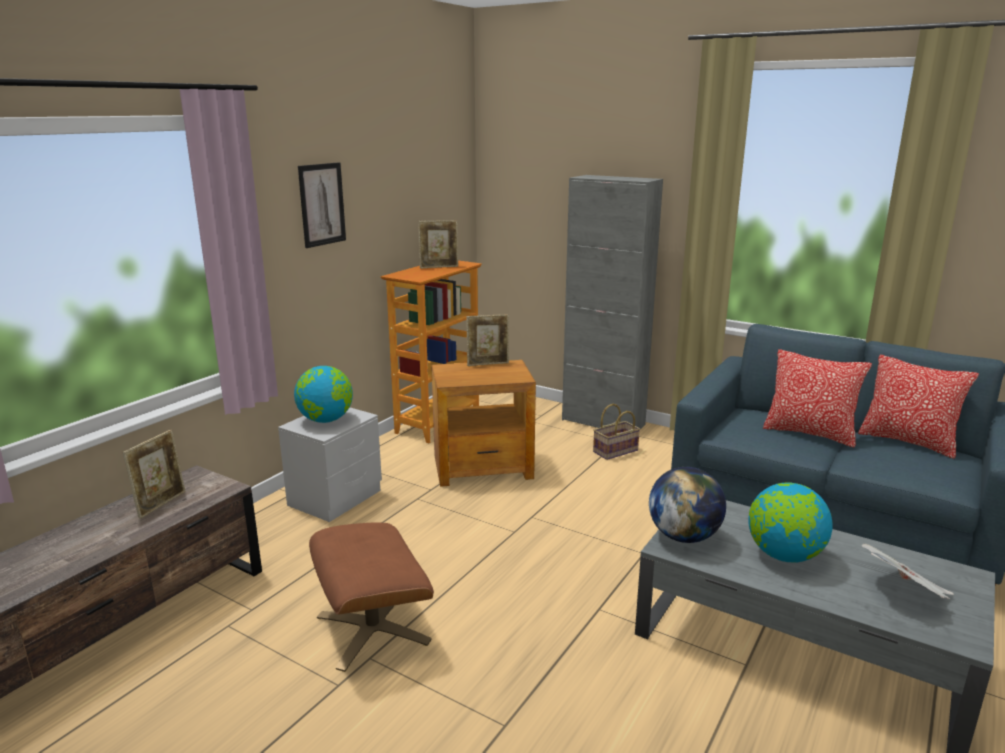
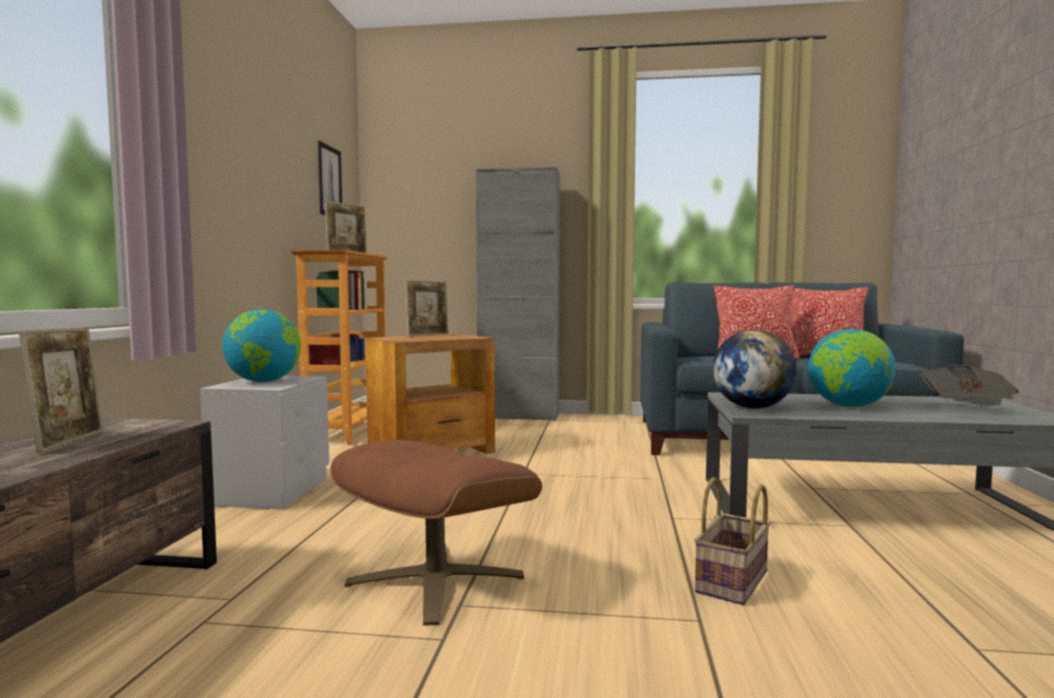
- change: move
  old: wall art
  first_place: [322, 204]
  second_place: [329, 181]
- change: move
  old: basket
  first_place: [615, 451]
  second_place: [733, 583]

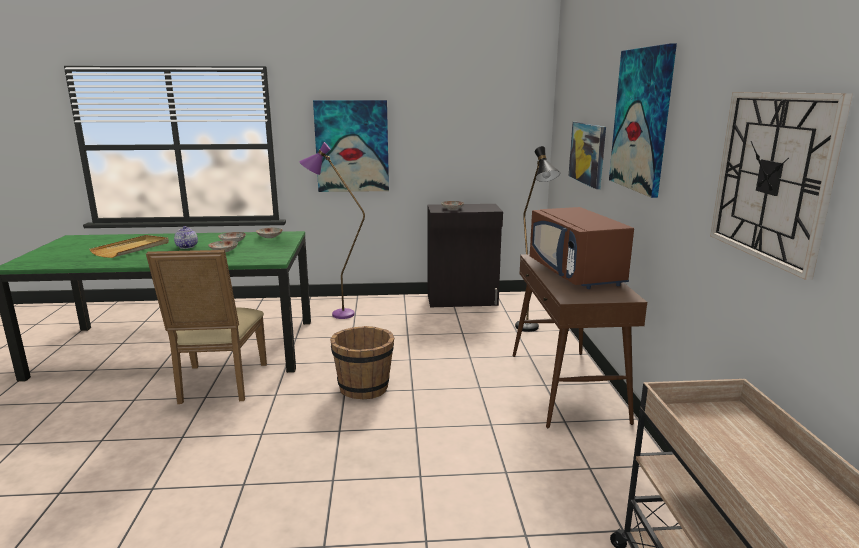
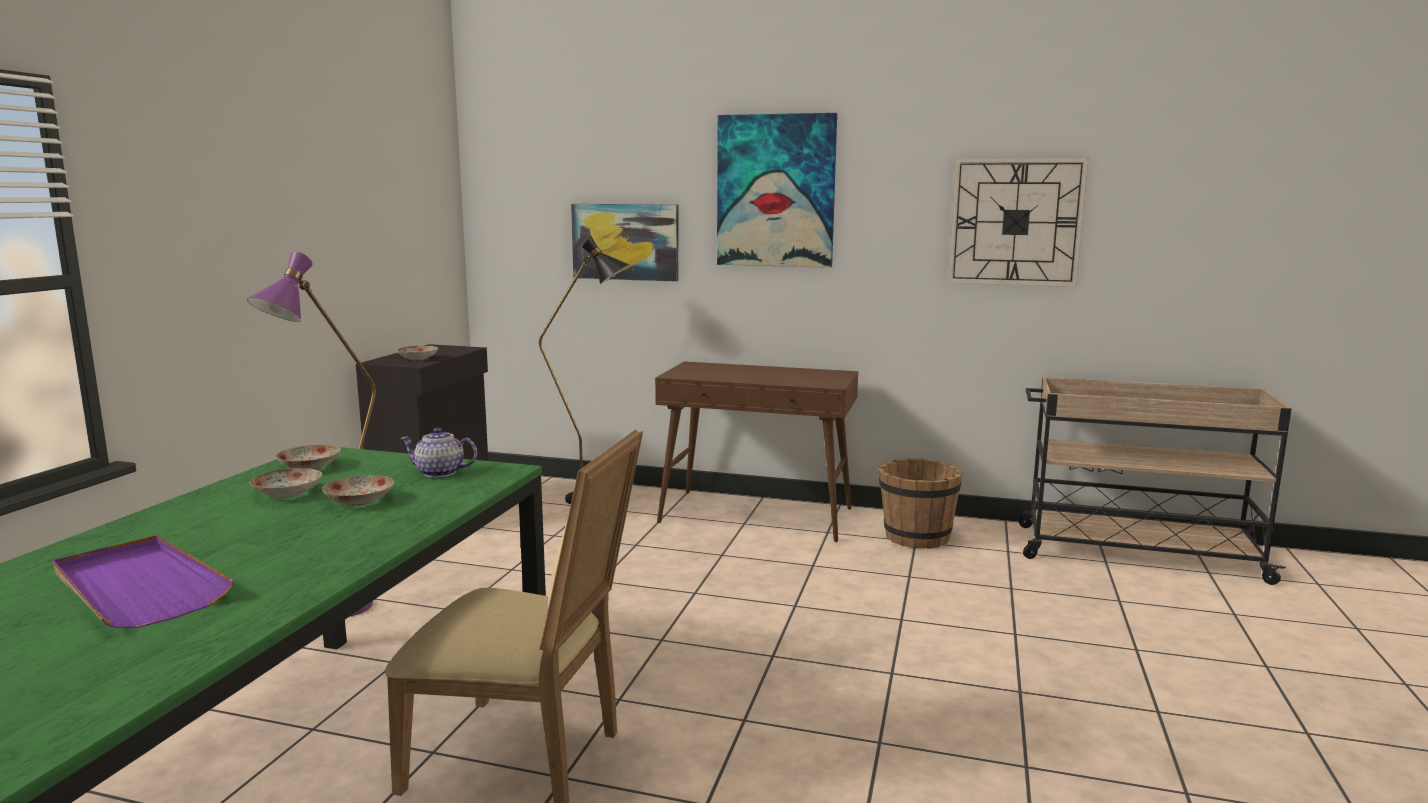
- change: recolor
  old: beige-coloured tray
  new: purple-coloured tray
  first_place: [132, 248]
  second_place: [139, 587]
- change: move
  old: pot for tea
  first_place: [186, 246]
  second_place: [440, 473]
- change: move
  old: brown bucket
  first_place: [364, 387]
  second_place: [916, 537]
- change: delete
  old: wall art
  first_place: [352, 146]
- change: delete
  old: brown kitchen microwave
  first_place: [576, 273]

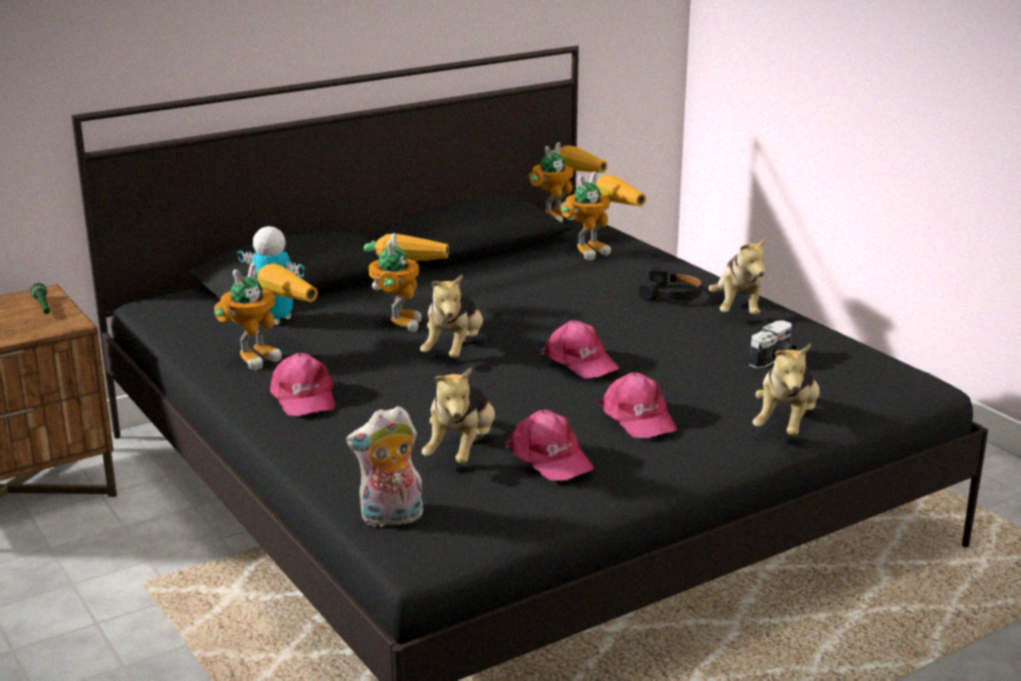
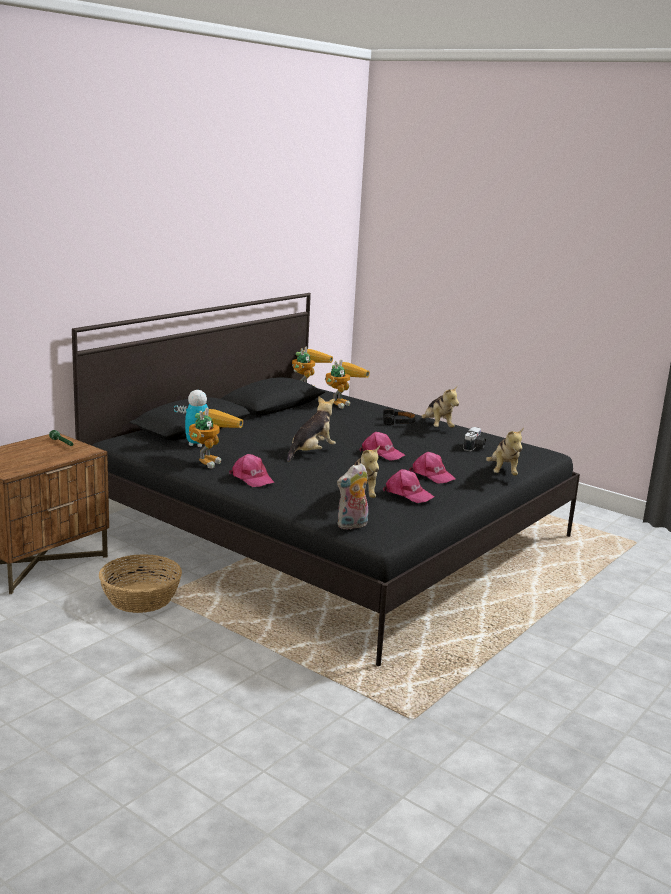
- change: insert
  new: basket
  second_place: [141, 598]
- change: rotate
  old: cuddly toy
  first_place: [454, 350]
  second_place: [311, 453]
  degrees: -135
- change: delete
  old: robot figure
  first_place: [401, 318]

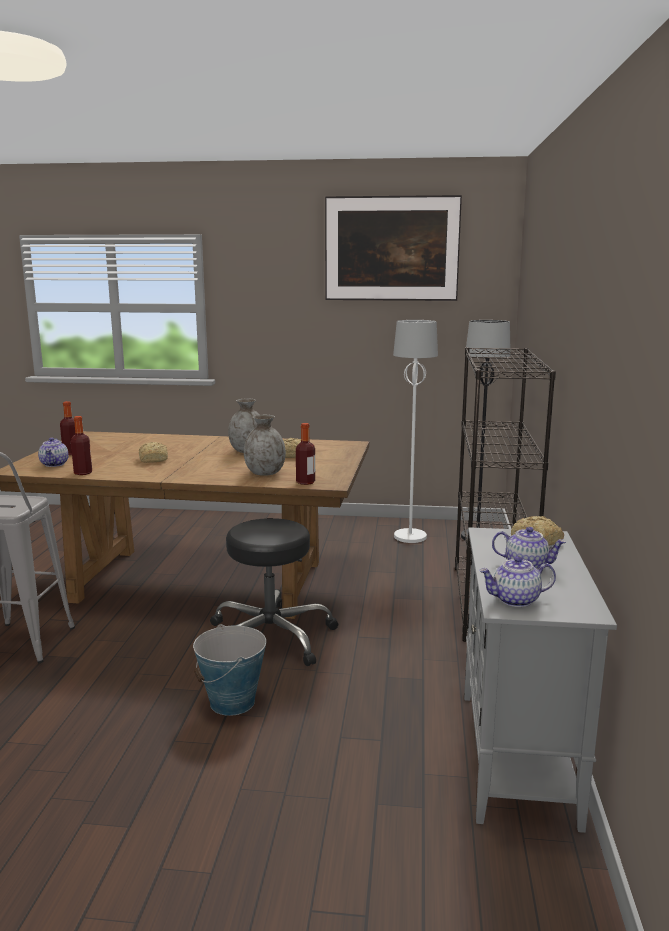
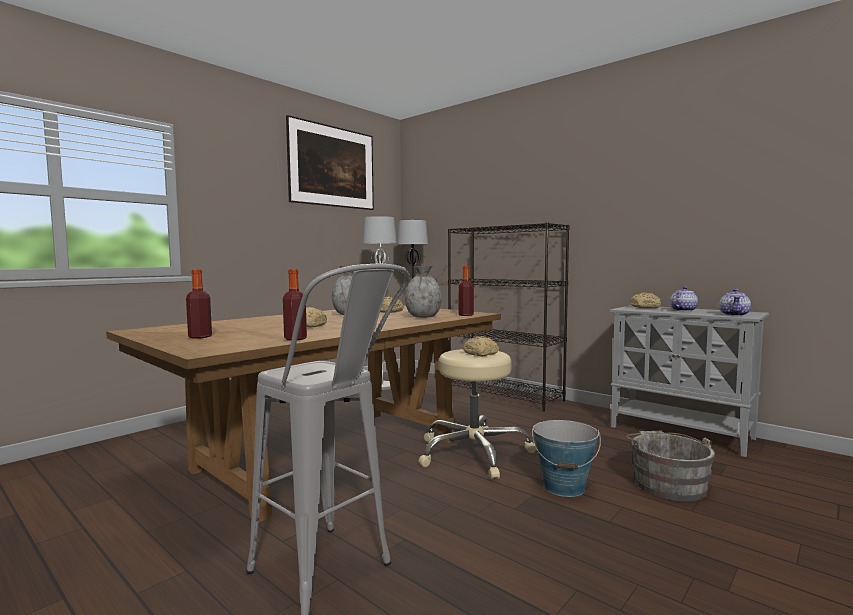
- change: recolor
  old: black-coloured sitting stool
  new: beige-coloured sitting stool
  first_place: [271, 637]
  second_place: [473, 453]
- change: insert
  new: baked bread
  second_place: [481, 354]
- change: insert
  new: grey bucket
  second_place: [667, 483]
- change: delete
  old: pot for tea
  first_place: [55, 464]

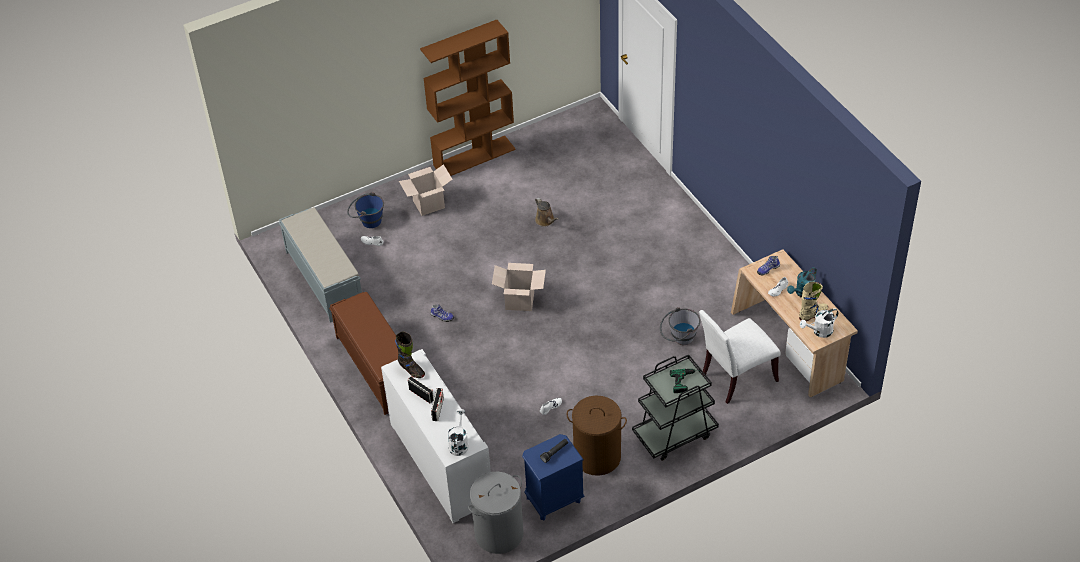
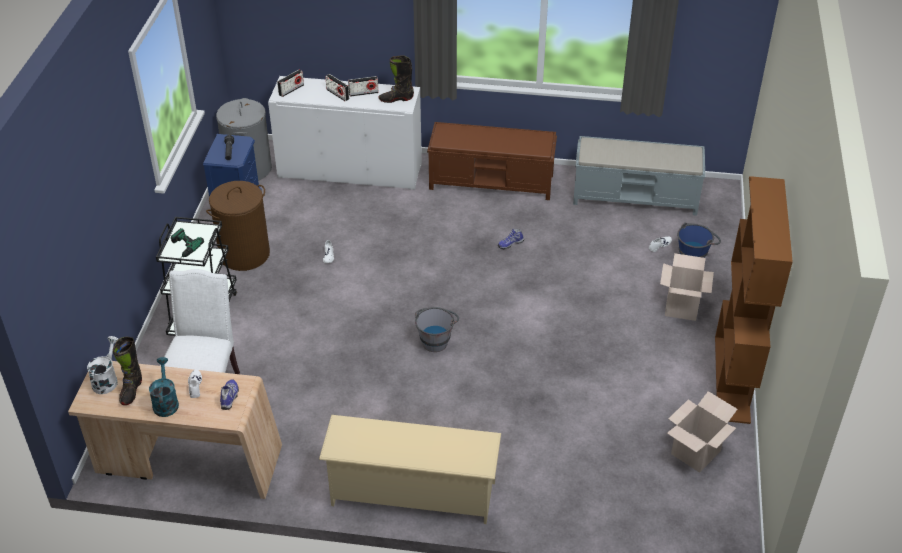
- change: recolor
  old: beige-coloured high-top boot
  new: black-coloured high-top boot
  first_place: [813, 314]
  second_place: [131, 390]
- change: replace
  old: whitish watering pot
  new: radio
  first_place: [459, 443]
  second_place: [291, 90]
- change: insert
  new: beige-coloured shoe stand
  second_place: [412, 494]
- change: move
  old: grey bucket
  first_place: [679, 339]
  second_place: [436, 339]
- change: move
  old: carton
  first_place: [520, 301]
  second_place: [695, 452]
- change: delete
  old: brown watering pot
  first_place: [546, 221]

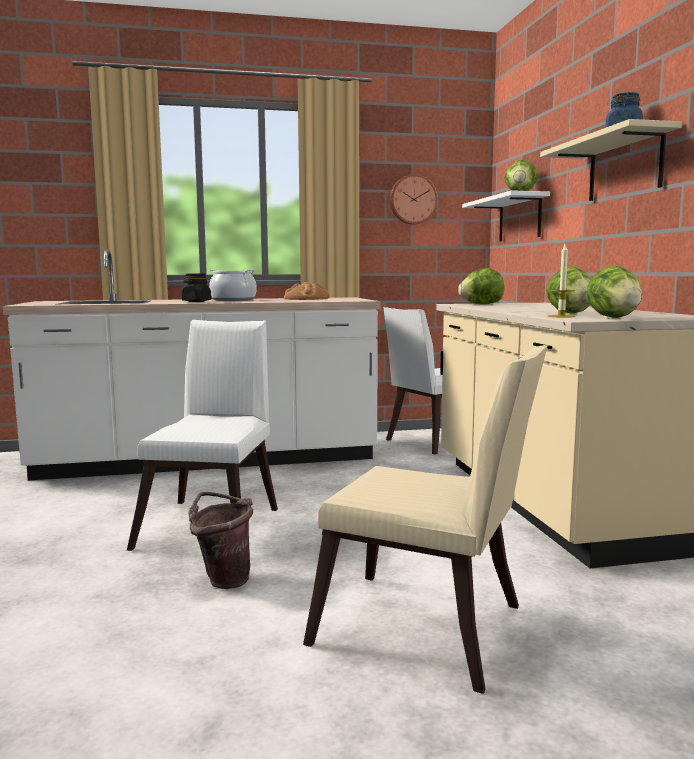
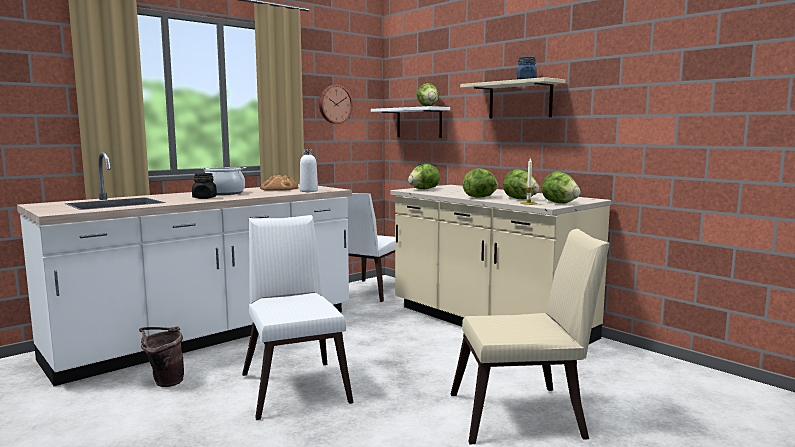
- change: move
  old: brown bucket
  first_place: [223, 579]
  second_place: [164, 382]
- change: insert
  new: whitish drink bottle
  second_place: [309, 191]
- change: insert
  new: head of lettuce
  second_place: [480, 197]

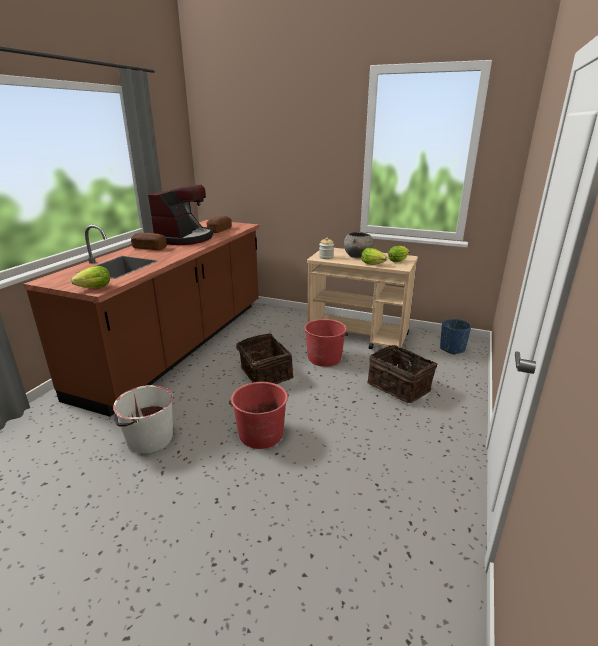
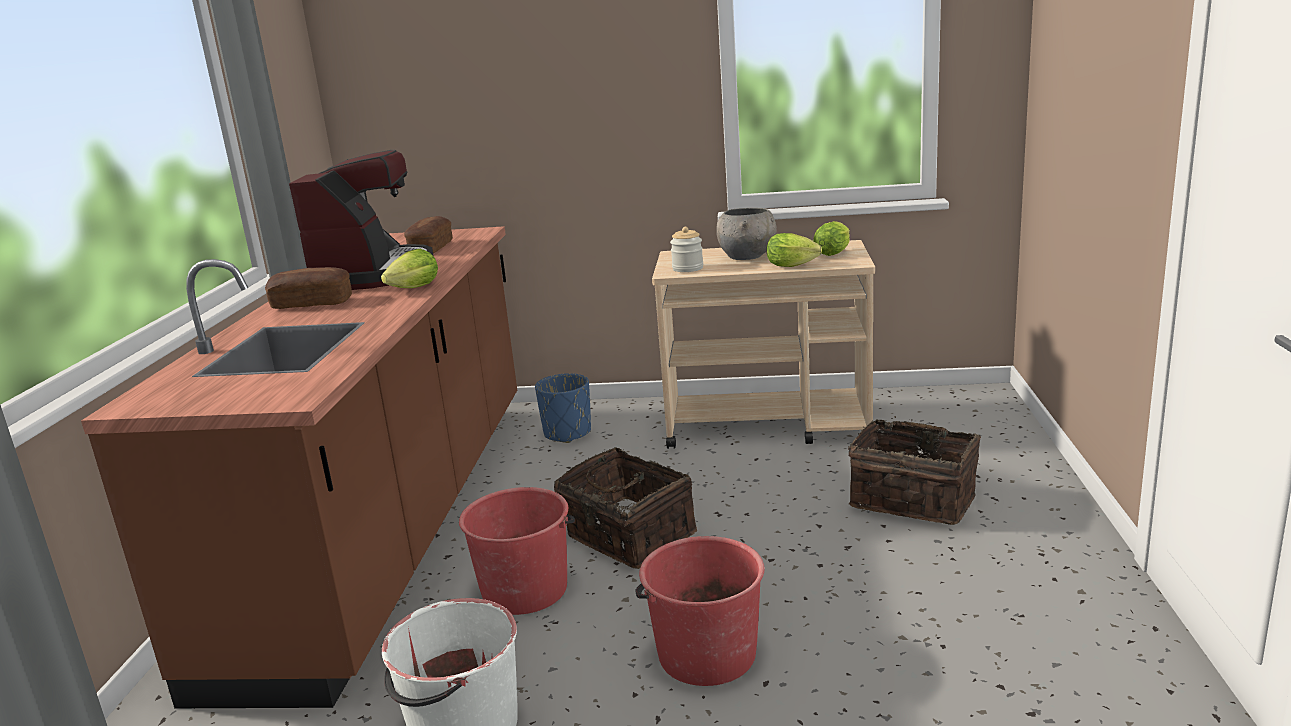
- change: move
  old: head of lettuce
  first_place: [92, 288]
  second_place: [411, 289]
- change: move
  old: red bucket
  first_place: [324, 358]
  second_place: [525, 590]
- change: move
  old: blue plant pot
  first_place: [452, 349]
  second_place: [567, 433]

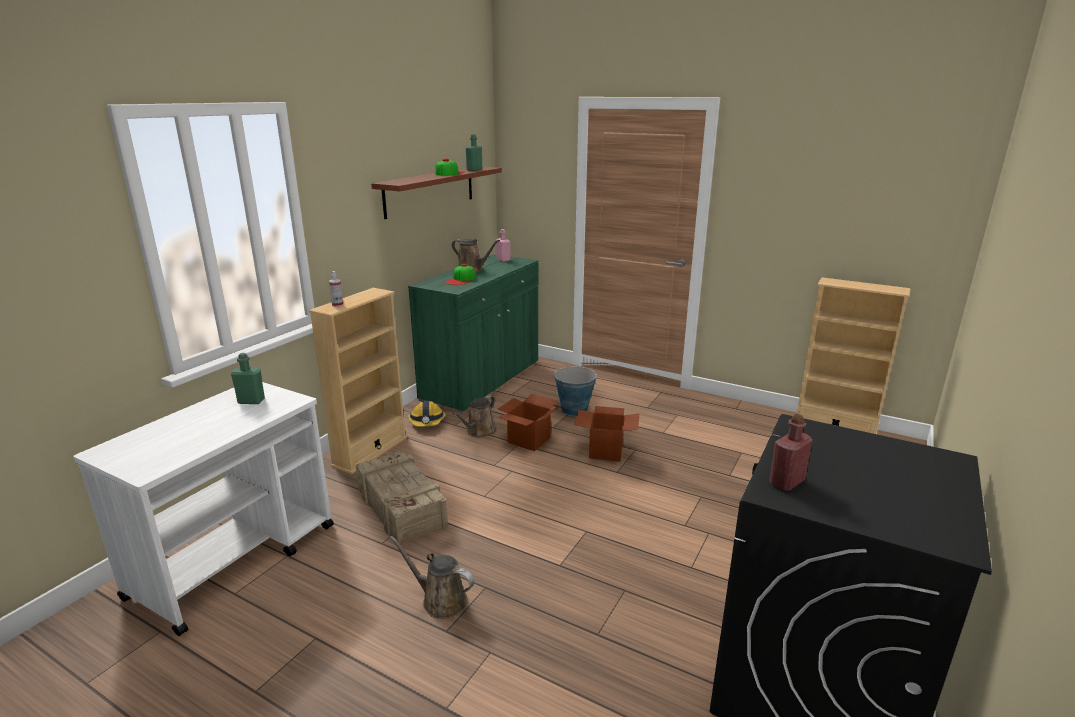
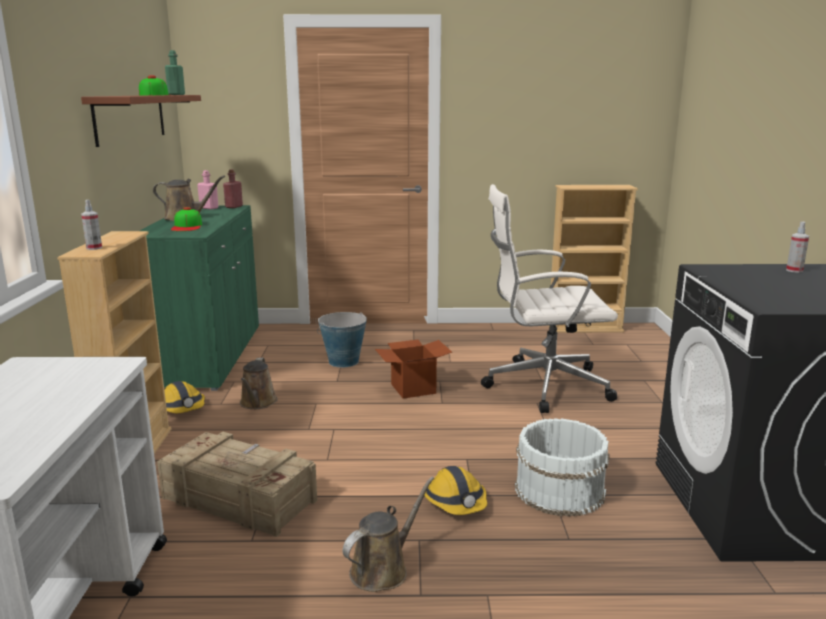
- change: move
  old: red drink bottle
  first_place: [786, 482]
  second_place: [234, 207]
- change: rotate
  old: brown watering pot
  first_place: [440, 600]
  second_place: [383, 569]
  degrees: 135
- change: insert
  new: work helmet
  second_place: [456, 503]
- change: insert
  new: whitish office chair
  second_place: [543, 385]
- change: insert
  new: whitish bucket
  second_place: [558, 489]
- change: insert
  new: hand sprayer
  second_place: [794, 270]
- change: delete
  old: green-coloured drink bottle
  first_place: [251, 401]
- change: delete
  old: carton
  first_place: [529, 440]

